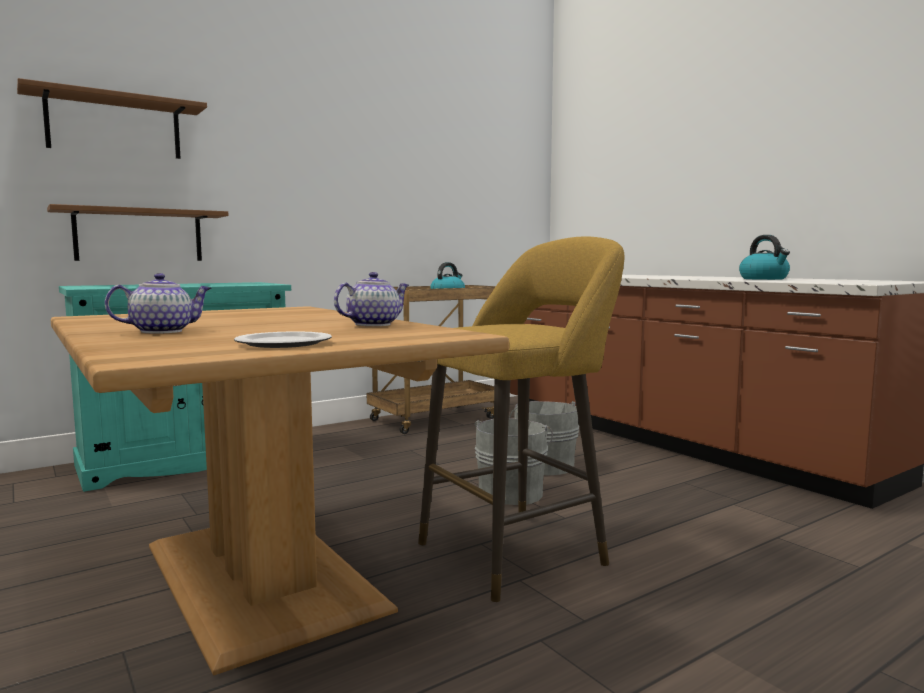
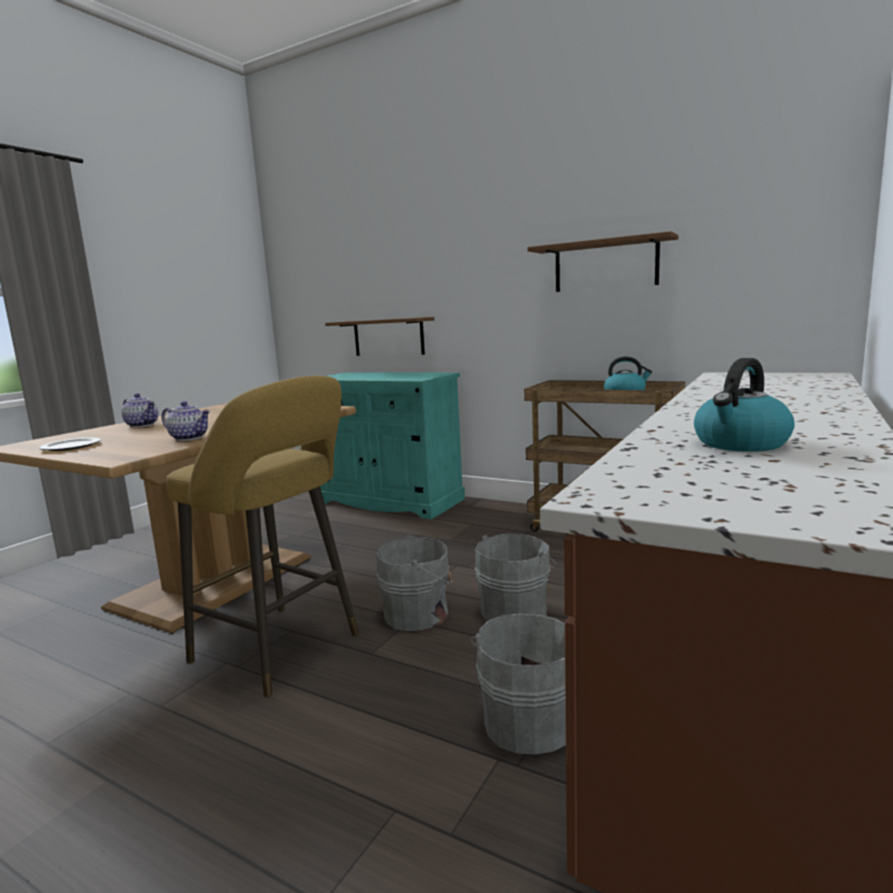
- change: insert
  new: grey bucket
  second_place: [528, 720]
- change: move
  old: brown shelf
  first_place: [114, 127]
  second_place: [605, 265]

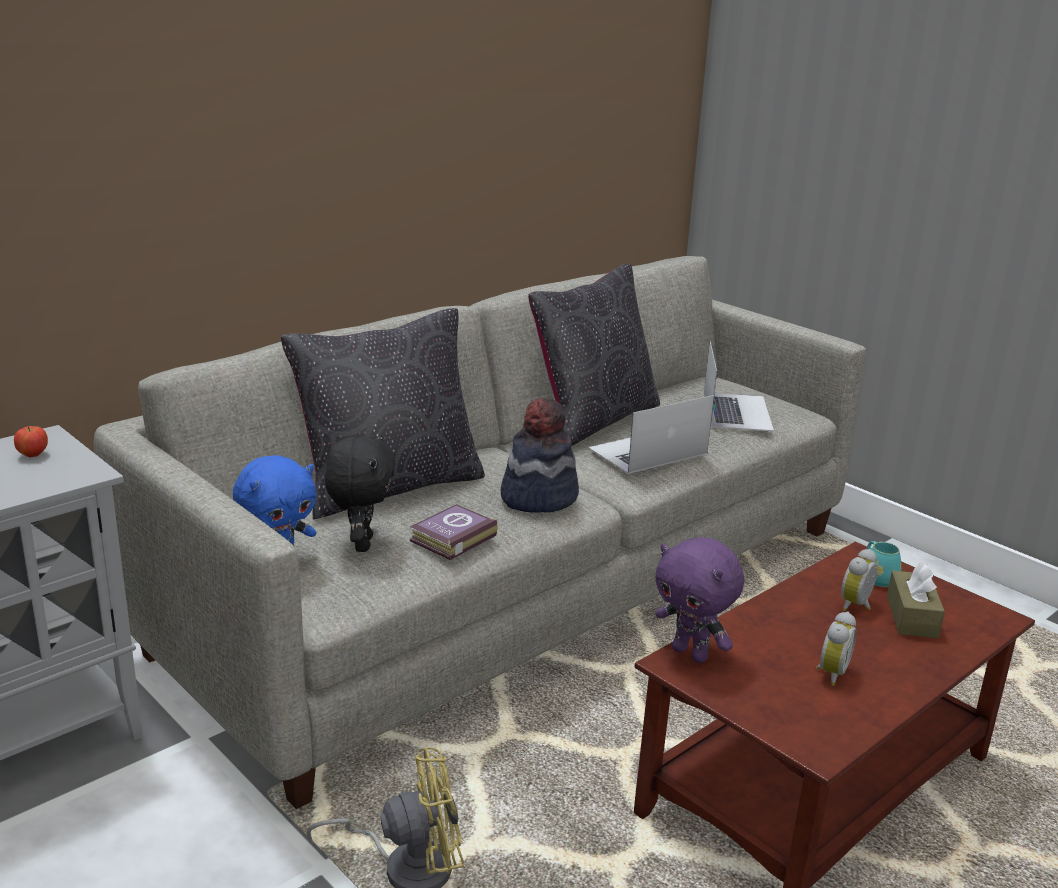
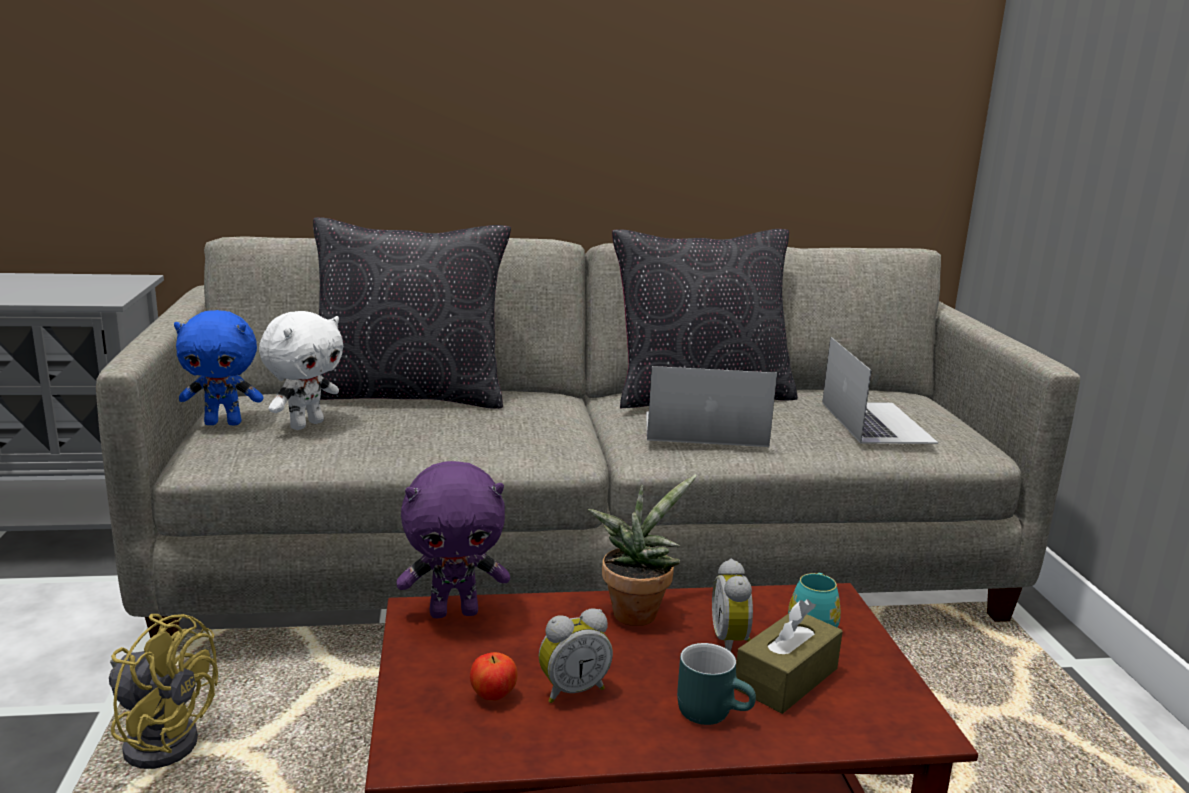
- change: recolor
  old: black-coloured cuddly toy
  new: whitish cuddly toy
  first_place: [361, 544]
  second_place: [306, 424]
- change: rotate
  old: purple-coloured cuddly toy
  first_place: [691, 654]
  second_place: [454, 612]
  degrees: -90
- change: move
  old: apple
  first_place: [33, 455]
  second_place: [493, 696]
- change: insert
  new: potted plant
  second_place: [636, 610]
- change: insert
  new: blue-green mug
  second_place: [713, 711]
- change: rotate
  old: alarm clock
  first_place: [857, 606]
  second_place: [732, 642]
  degrees: -75
- change: rotate
  old: notebook computer
  first_place: [736, 411]
  second_place: [876, 422]
  degrees: -45
- change: delete
  old: volume
  first_place: [451, 538]
- change: delete
  old: wearable hat
  first_place: [538, 497]

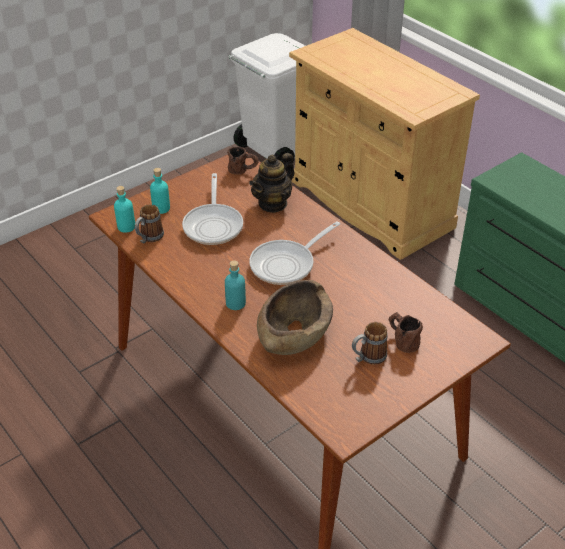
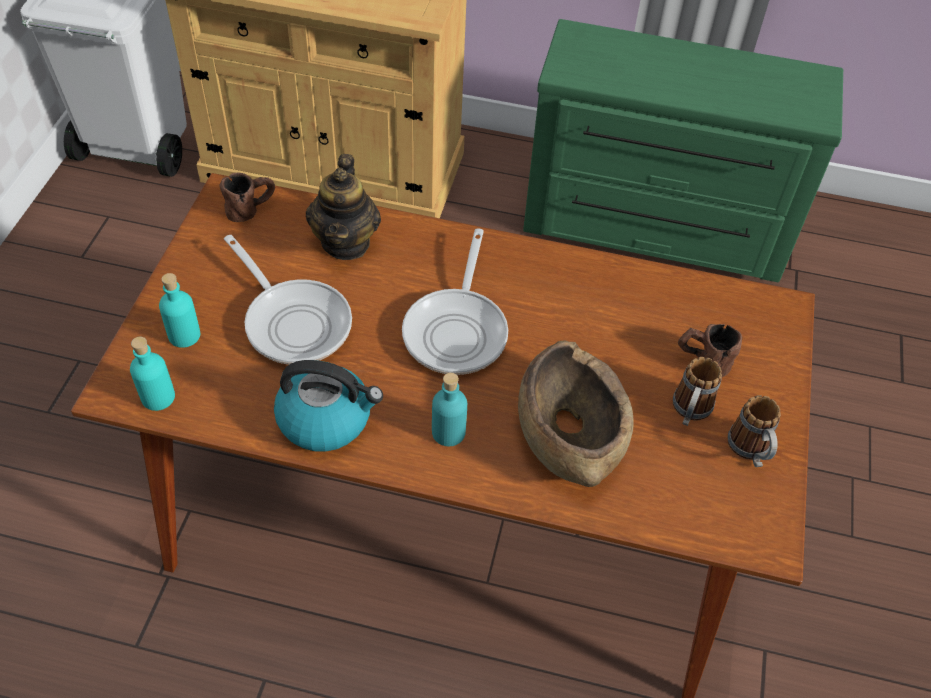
- change: insert
  new: water kettle
  second_place: [326, 419]
- change: move
  old: mug
  first_place: [149, 238]
  second_place: [750, 451]

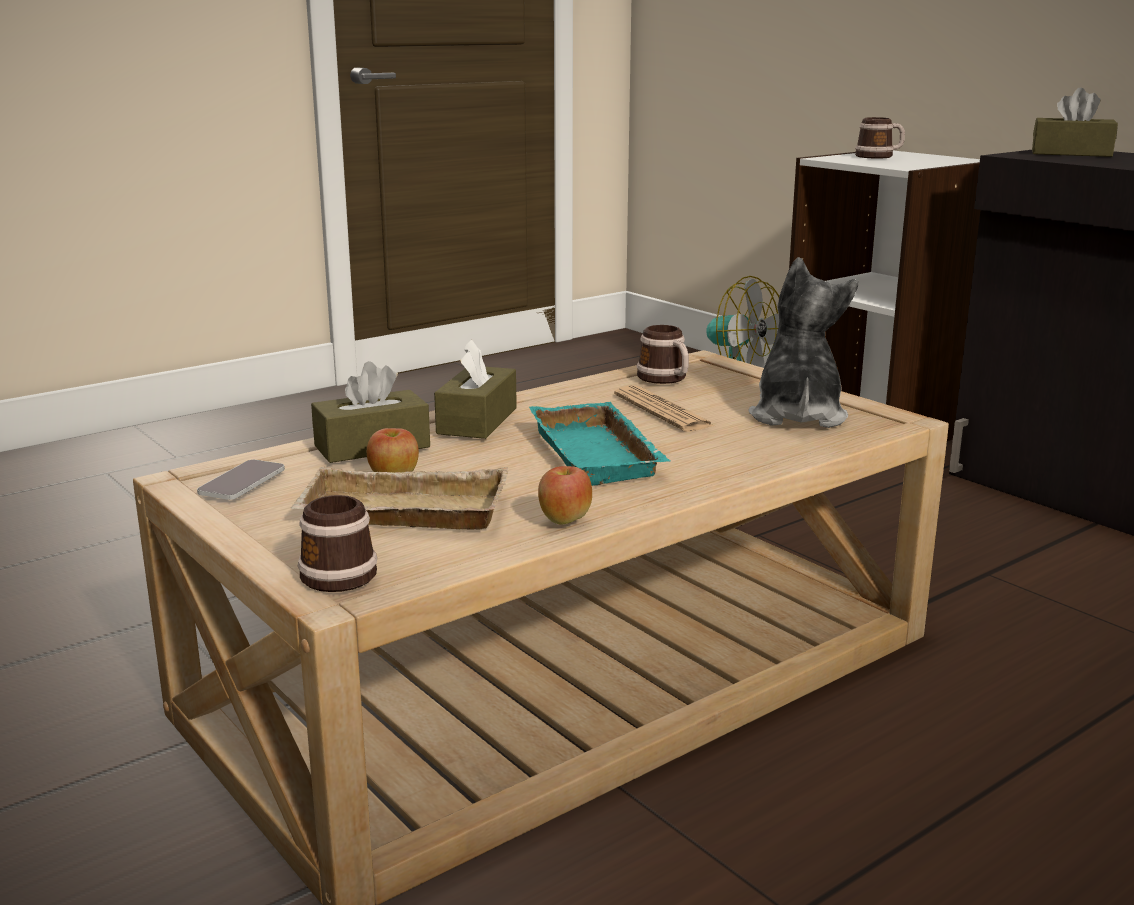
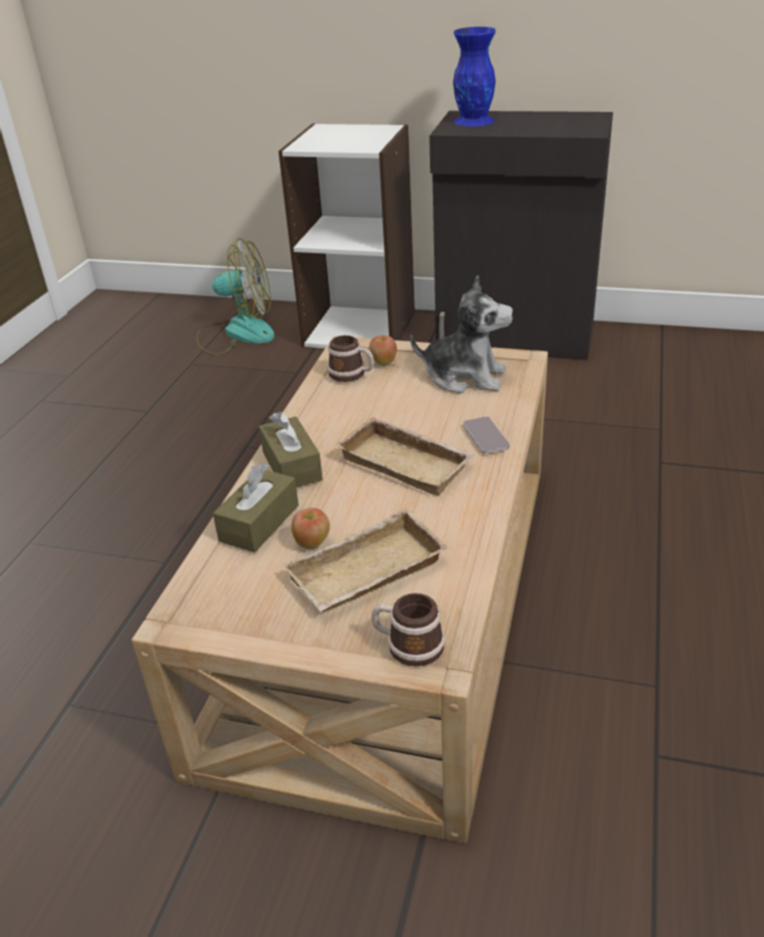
- change: recolor
  old: blue-green tray
  new: beige-coloured tray
  first_place: [601, 455]
  second_place: [408, 462]
- change: move
  old: apple
  first_place: [564, 520]
  second_place: [383, 363]
- change: rotate
  old: cuddly toy
  first_place: [797, 415]
  second_place: [465, 377]
  degrees: 135
- change: replace
  old: brown tissue box
  new: blue flower vase
  first_place: [1071, 153]
  second_place: [474, 120]
- change: move
  old: phone
  first_place: [242, 481]
  second_place: [486, 436]
- change: delete
  old: daily paper
  first_place: [663, 411]
- change: delete
  old: mug
  first_place: [879, 156]

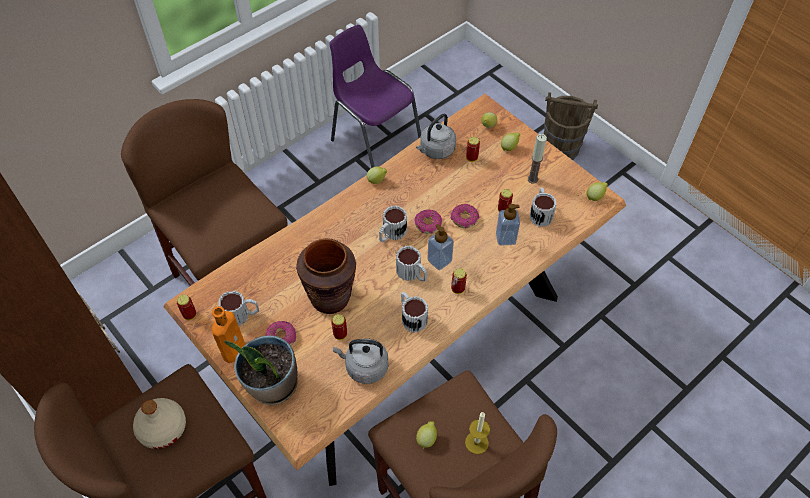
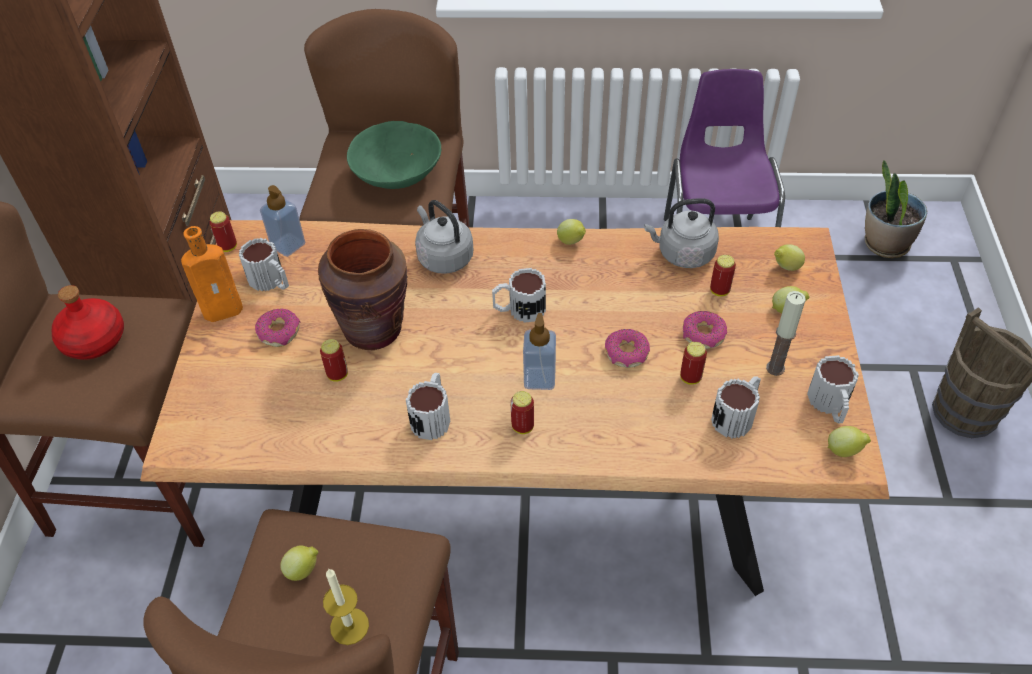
- change: recolor
  old: beige-coloured drink bottle
  new: red drink bottle
  first_place: [162, 427]
  second_place: [94, 339]
- change: move
  old: liquid soap bottle
  first_place: [505, 238]
  second_place: [288, 245]
- change: insert
  new: green-coloured deep dish
  second_place: [397, 173]
- change: move
  old: grey water kettle
  first_place: [364, 367]
  second_place: [443, 257]
- change: move
  old: ring doughnut
  first_place: [428, 225]
  second_place: [703, 335]
- change: move
  old: mug
  first_place: [412, 274]
  second_place: [830, 405]
- change: move
  old: potted plant
  first_place: [272, 385]
  second_place: [884, 244]

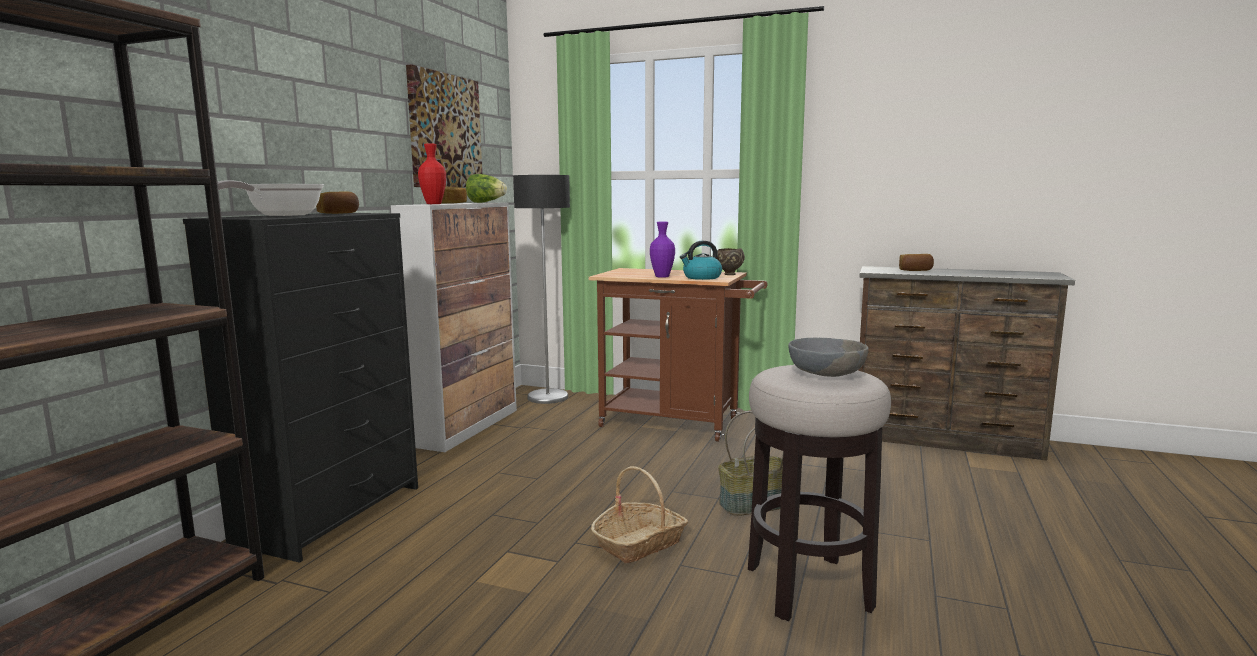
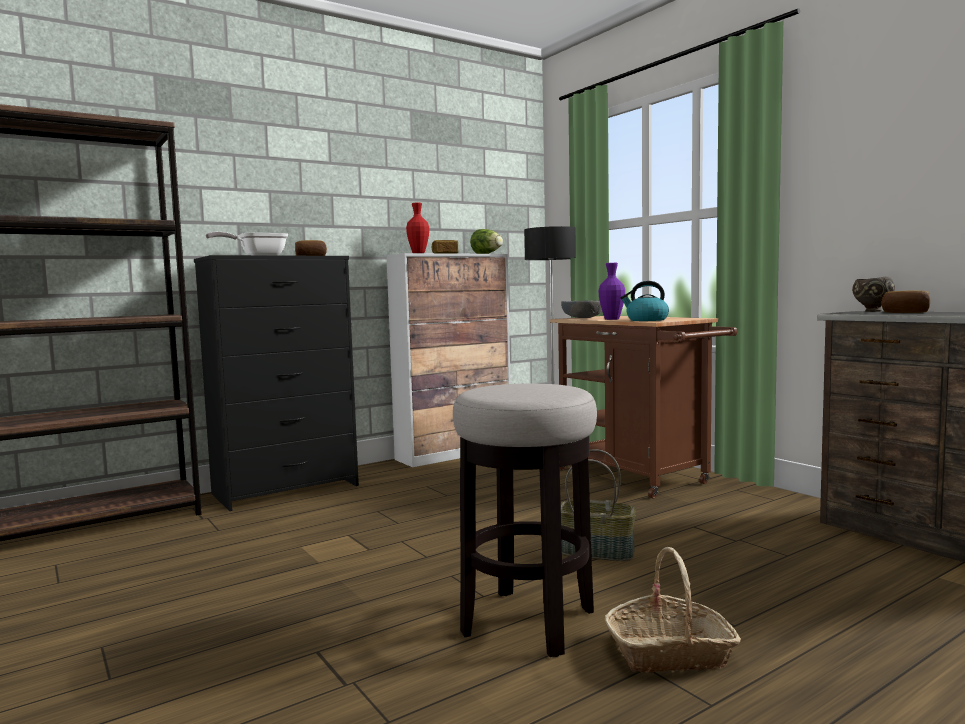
- change: move
  old: grey deep dish
  first_place: [826, 374]
  second_place: [583, 318]
- change: move
  old: basket
  first_place: [640, 543]
  second_place: [670, 653]
- change: move
  old: brown deep dish
  first_place: [729, 274]
  second_place: [871, 311]
- change: delete
  old: wall art
  first_place: [444, 131]

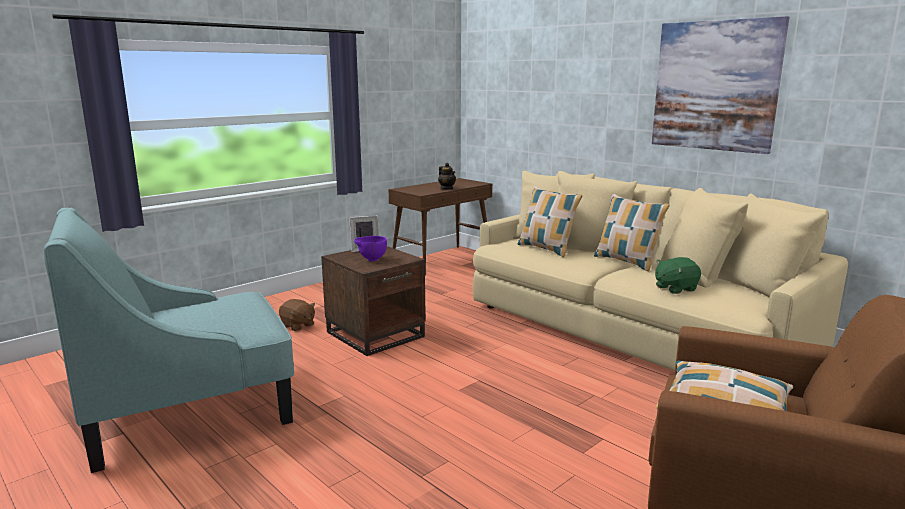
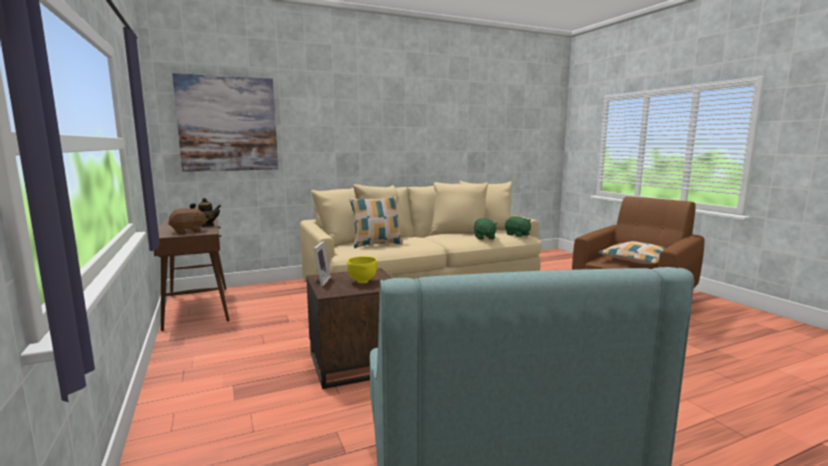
- change: move
  old: brown cuddly toy
  first_place: [297, 325]
  second_place: [188, 232]
- change: move
  old: wall art
  first_place: [715, 86]
  second_place: [228, 124]
- change: recolor
  old: purple-coloured deep dish
  new: yellow deep dish
  first_place: [371, 260]
  second_place: [362, 282]
- change: insert
  new: green-coloured cuddly toy
  second_place: [517, 235]
- change: delete
  old: cushion
  first_place: [627, 262]

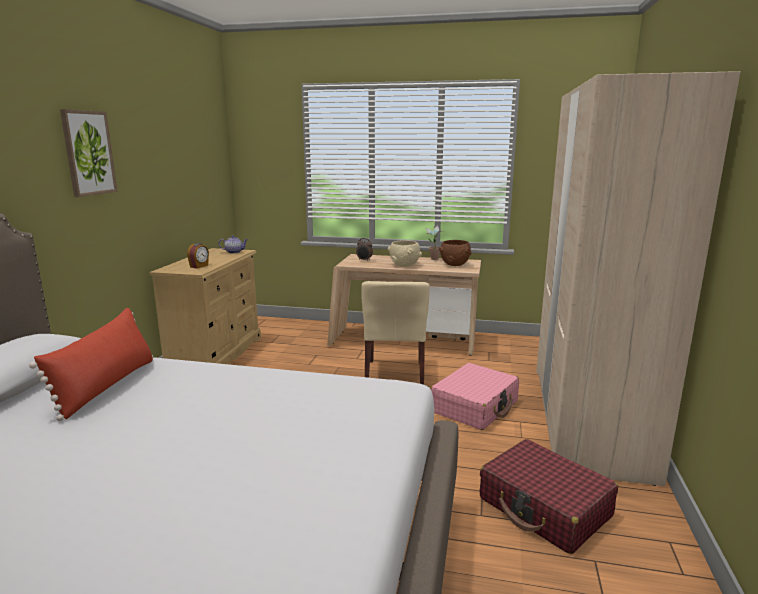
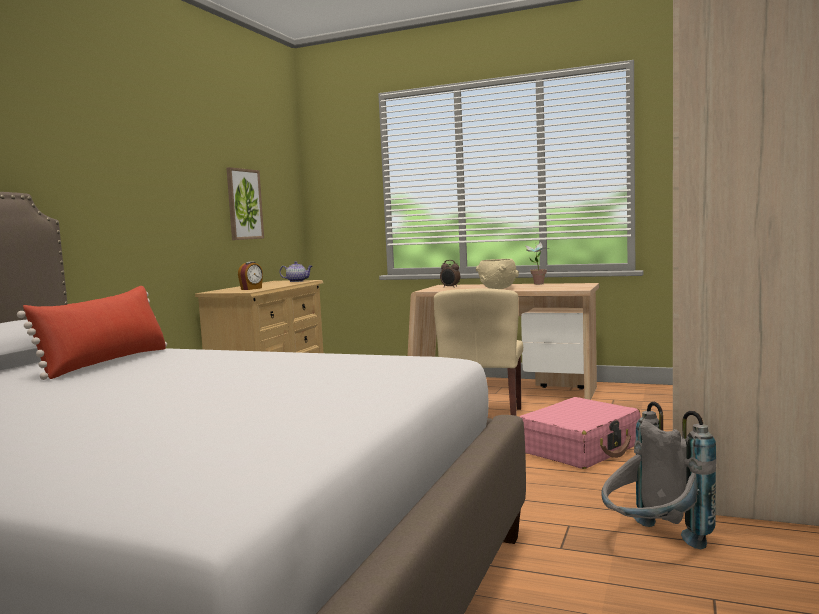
- change: move
  old: wall art
  first_place: [88, 153]
  second_place: [244, 204]
- change: replace
  old: red travel case
  new: grey backpack
  first_place: [544, 508]
  second_place: [653, 544]
- change: delete
  old: brown deep dish
  first_place: [455, 264]

